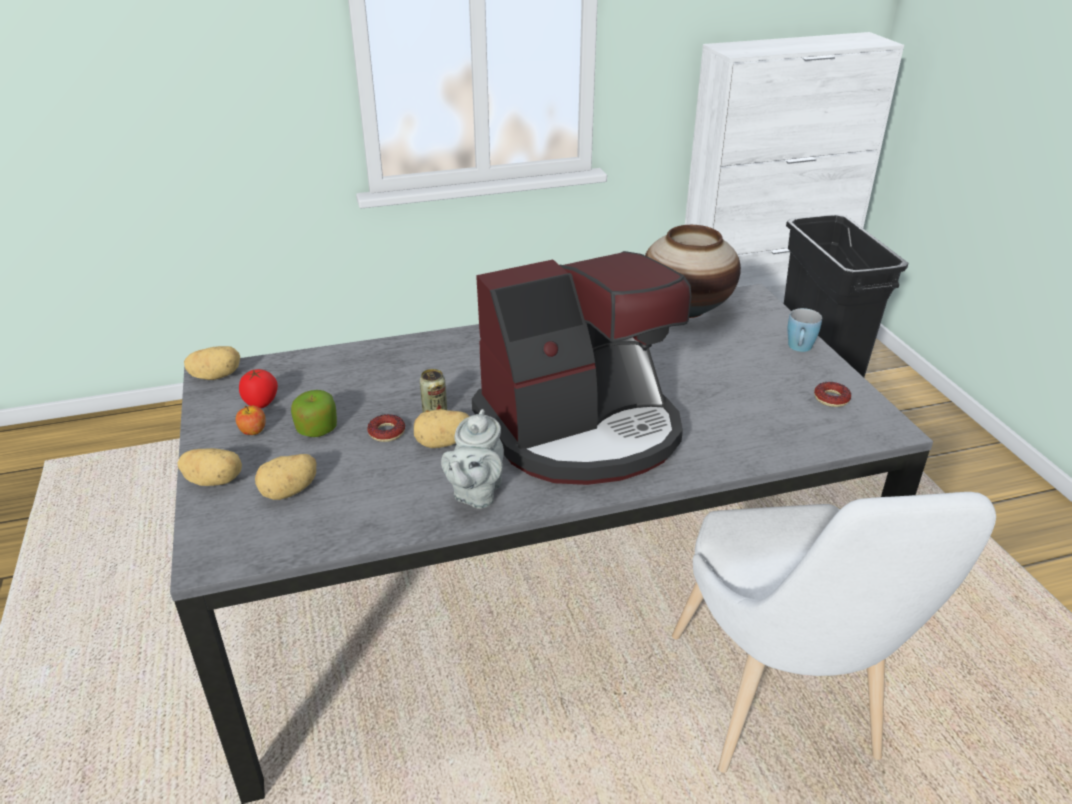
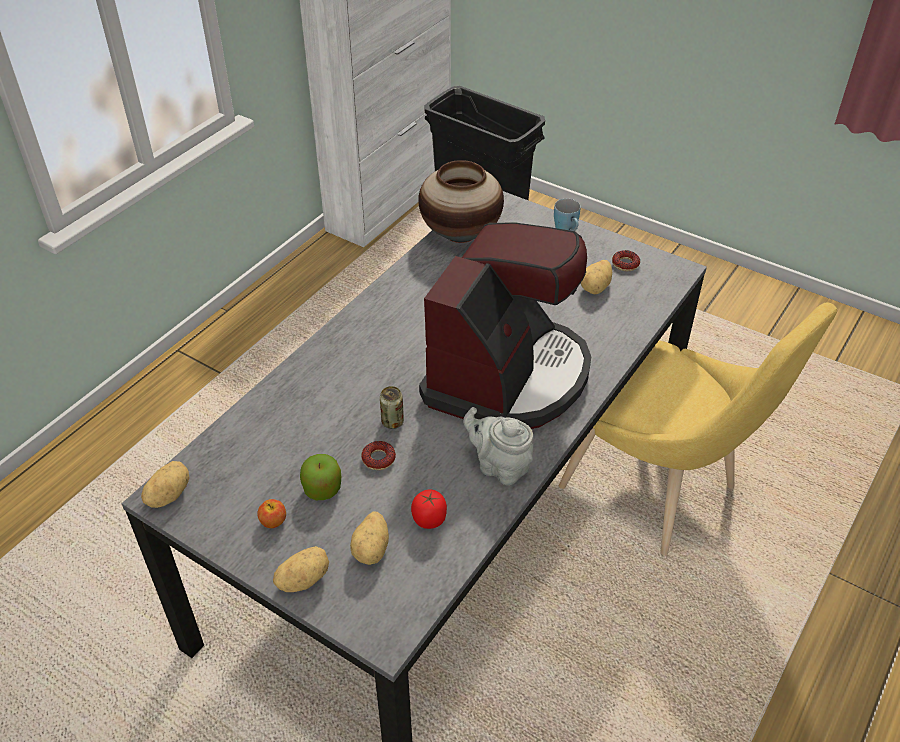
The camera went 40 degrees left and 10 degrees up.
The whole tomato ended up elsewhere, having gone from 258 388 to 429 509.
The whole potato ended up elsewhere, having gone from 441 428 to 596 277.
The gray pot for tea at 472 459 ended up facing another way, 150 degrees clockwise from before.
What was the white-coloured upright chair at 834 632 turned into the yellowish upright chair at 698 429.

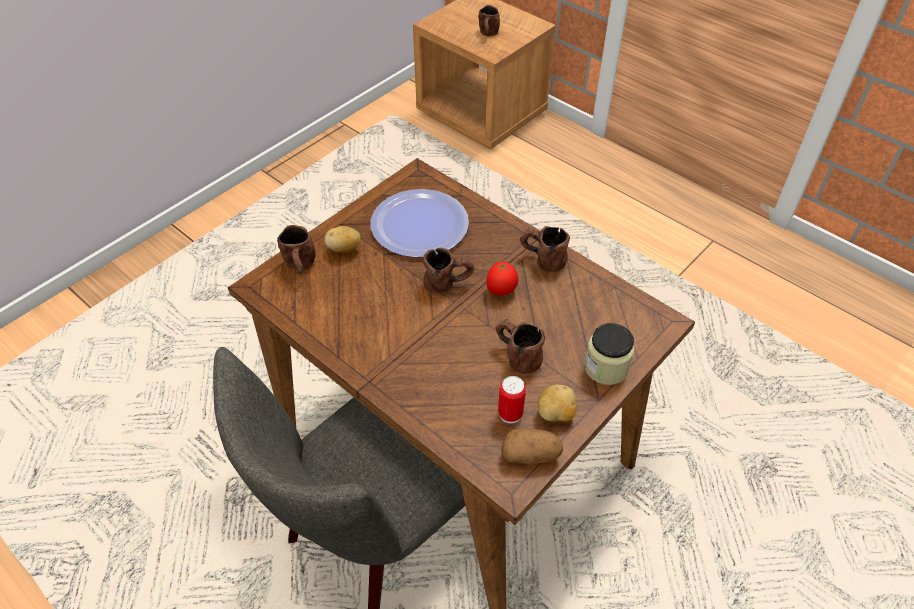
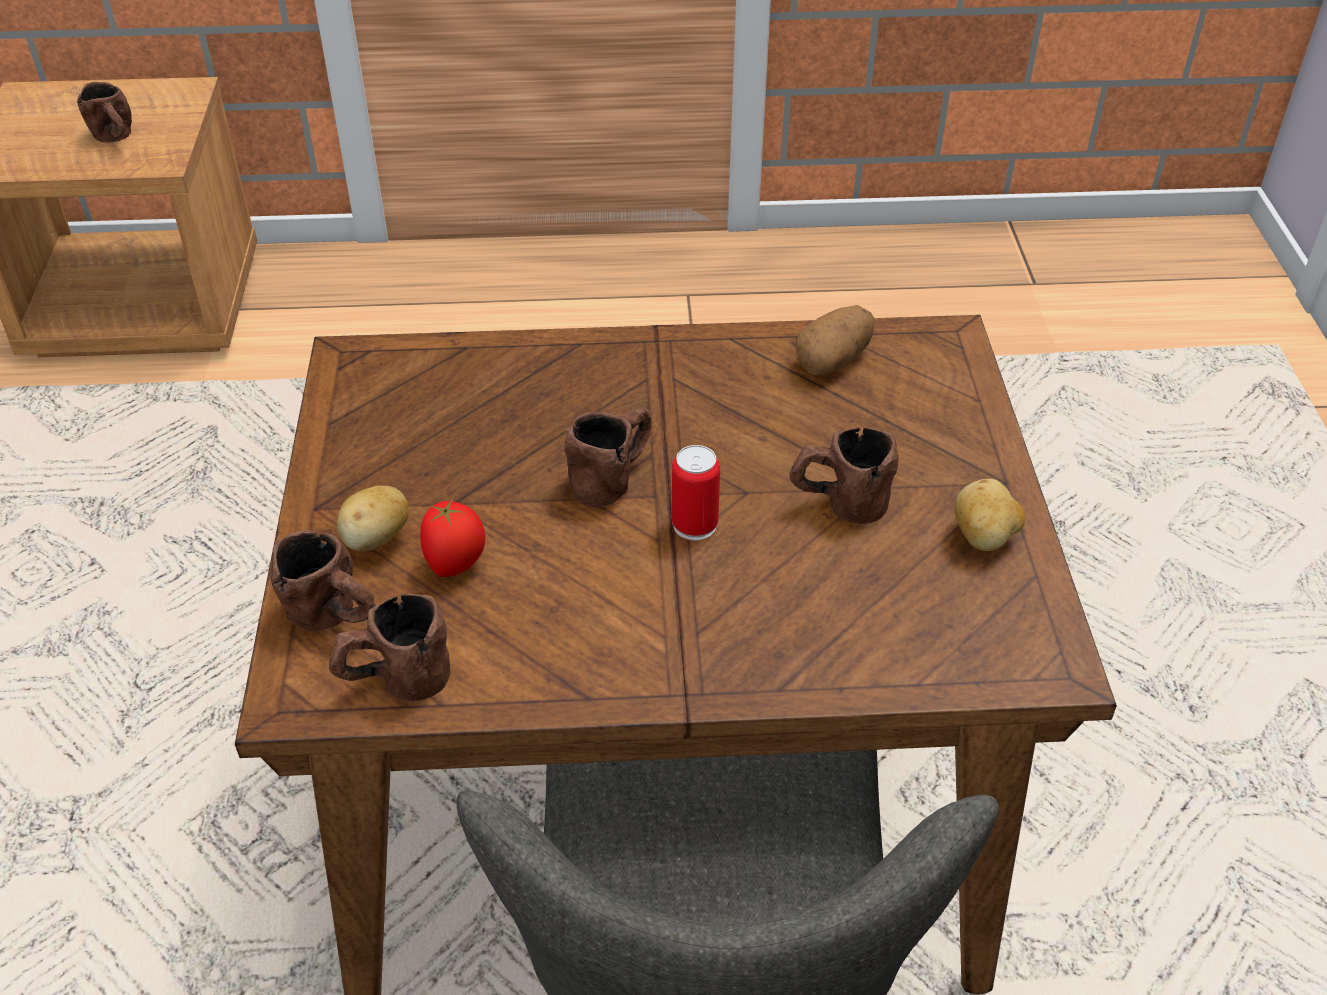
The camera went 45 degrees left and 5 degrees down.
The second view lost the flat dish at 419 223.
The whole tomato ended up elsewhere, having gone from 502 278 to 452 538.
The can ended up elsewhere, having gone from 512 399 to 696 493.
The whole potato ended up elsewhere, having gone from 532 446 to 834 340.
The brownish coffee mug ended up elsewhere, having gone from 545 249 to 389 647.
The second view lost the jar at 609 354.

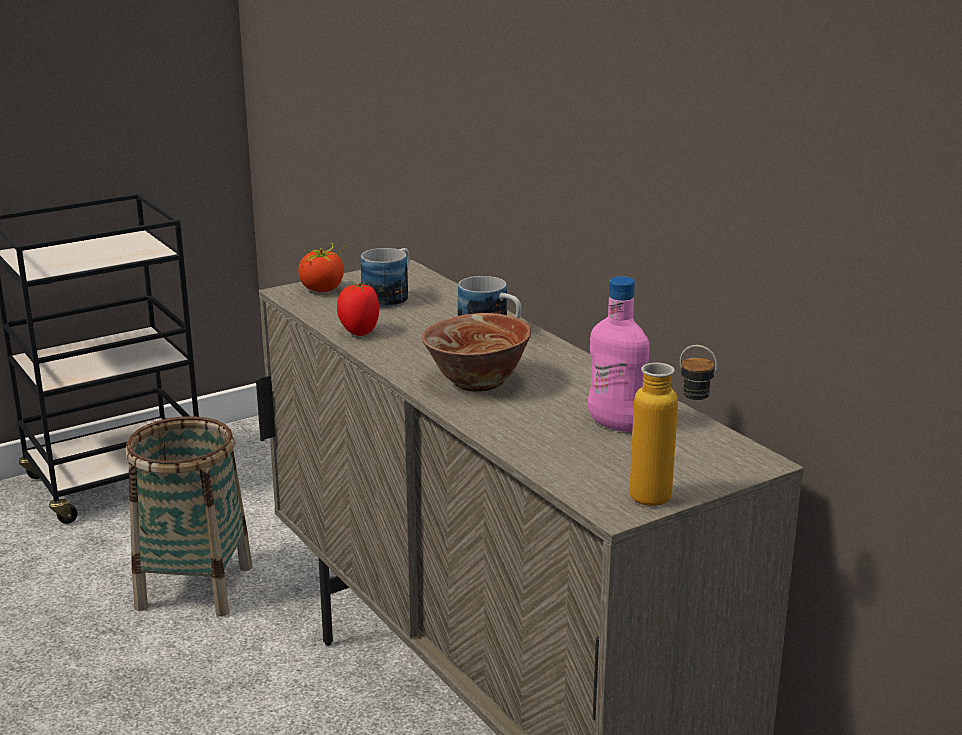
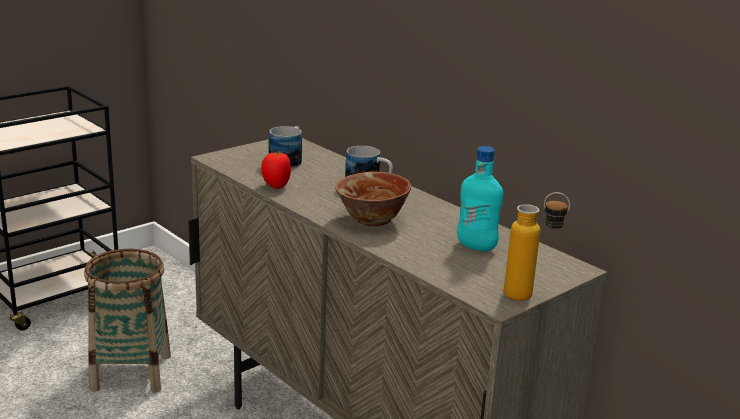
The camera went 10 degrees left and 0 degrees up.
The second view lost the whole tomato at 321 267.
What was the pink-coloured drink bottle at 618 354 turned into the turquoise-coloured drink bottle at 480 198.

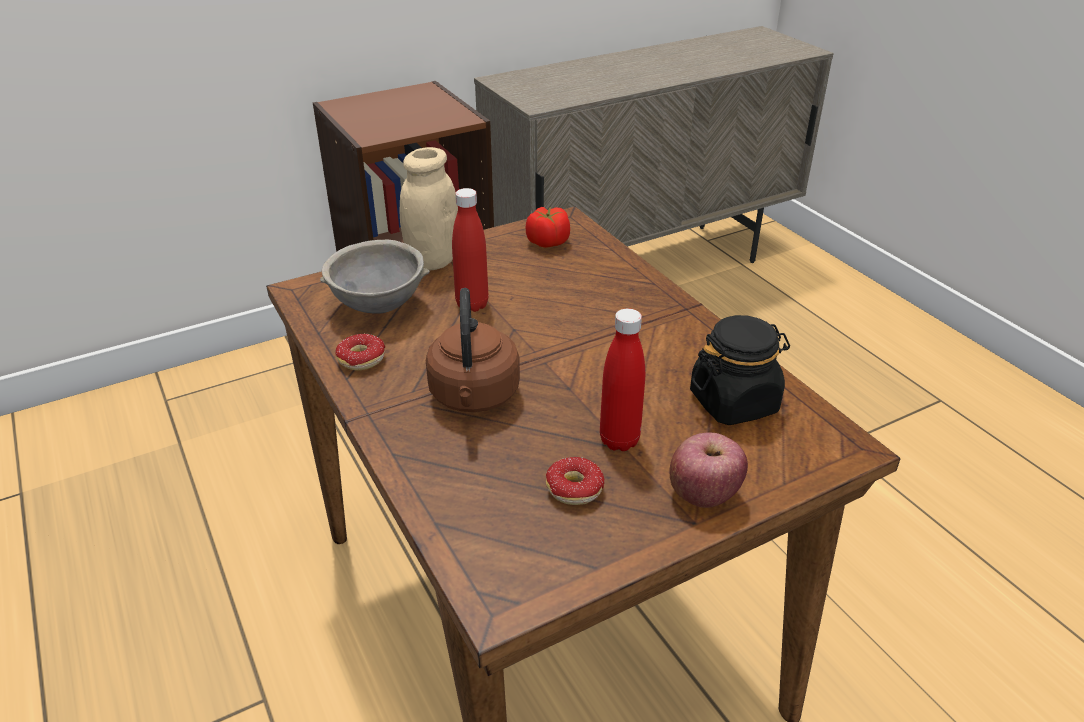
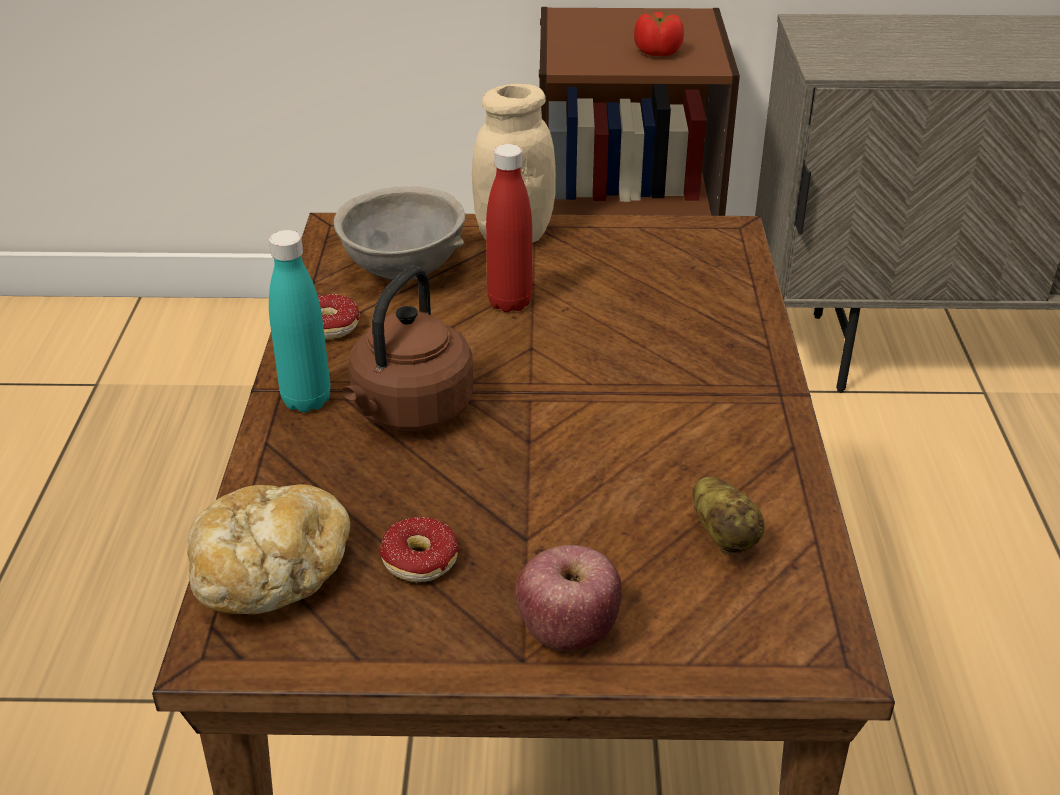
The camera went 30 degrees right and 0 degrees up.
The whole tomato ended up elsewhere, having gone from 548 227 to 659 34.
The second view lost the red-coloured drink bottle at 622 379.
Where the black-coloured jar stood at 740 370, the whole potato came to stand at 729 515.
The second view gained the baked bread at 268 549.
The second view gained the turquoise-coloured drink bottle at 300 321.

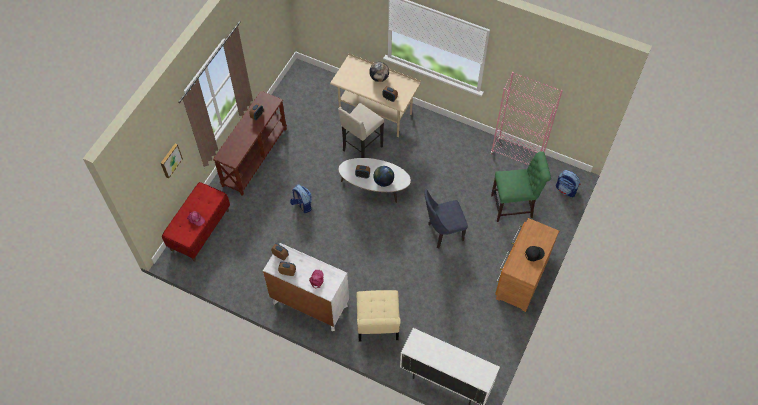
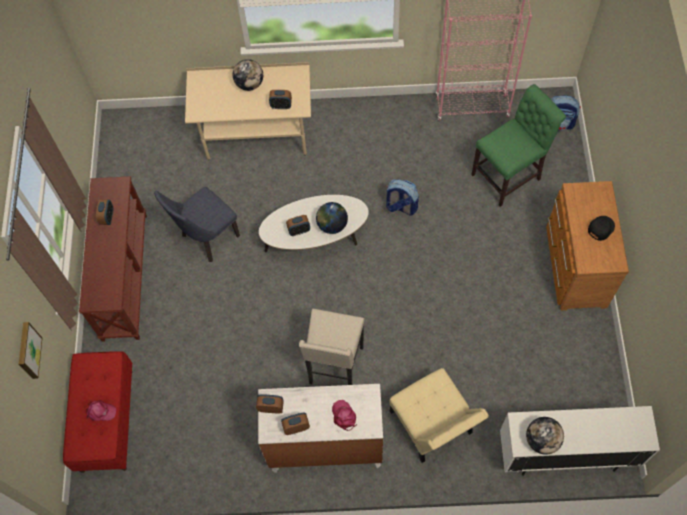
The camera went 25 degrees left and 5 degrees up.
The rucksack ended up elsewhere, having gone from 301 199 to 402 197.
The beige sitting stool ended up elsewhere, having gone from 361 130 to 331 347.
The blue upright chair ended up elsewhere, having gone from 446 219 to 197 224.
The second view gained the desk globe at 545 436.

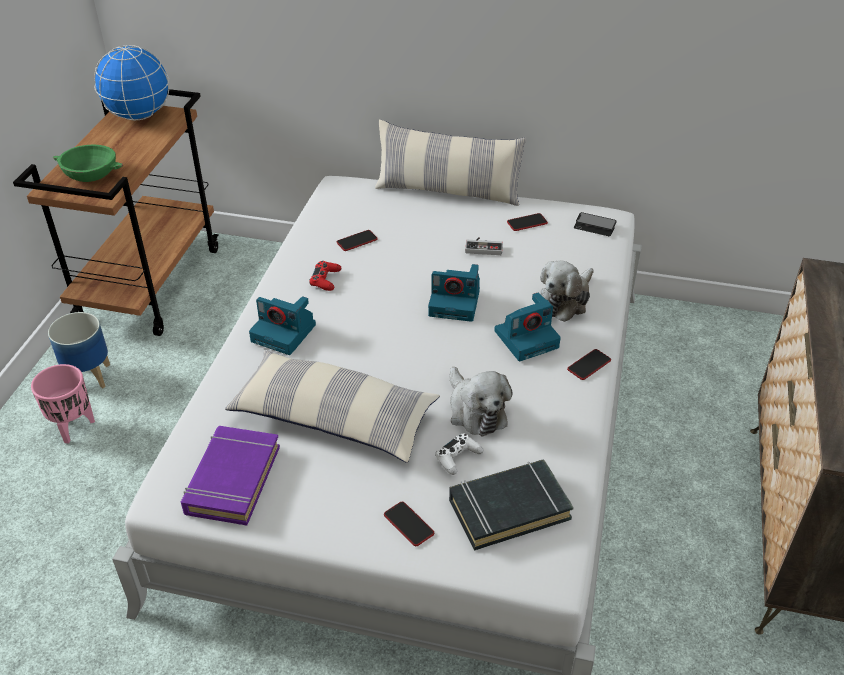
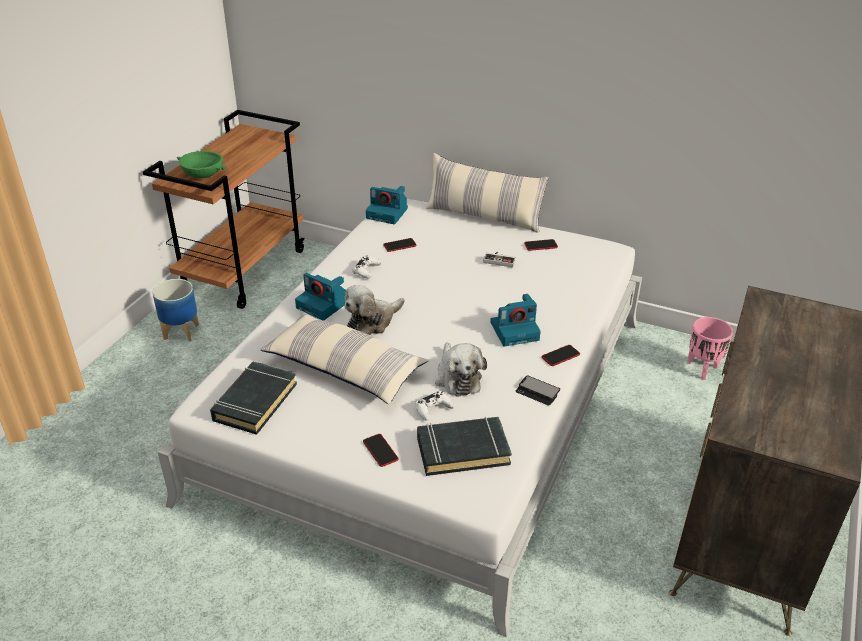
The camera went 10 degrees right and 5 degrees down.
The pink-coloured planter ended up elsewhere, having gone from 63 403 to 710 348.
The second view lost the desk globe at 131 82.
What was the purple-coloured volume at 230 476 turned into the black-coloured volume at 253 398.
What was the red-coloured game controller at 325 276 turned into the white-coloured game controller at 367 267.
The still camera ended up elsewhere, having gone from 454 293 to 387 205.
The cuddly toy ended up elsewhere, having gone from 567 291 to 374 310.
The telephone ended up elsewhere, having gone from 595 224 to 538 390.

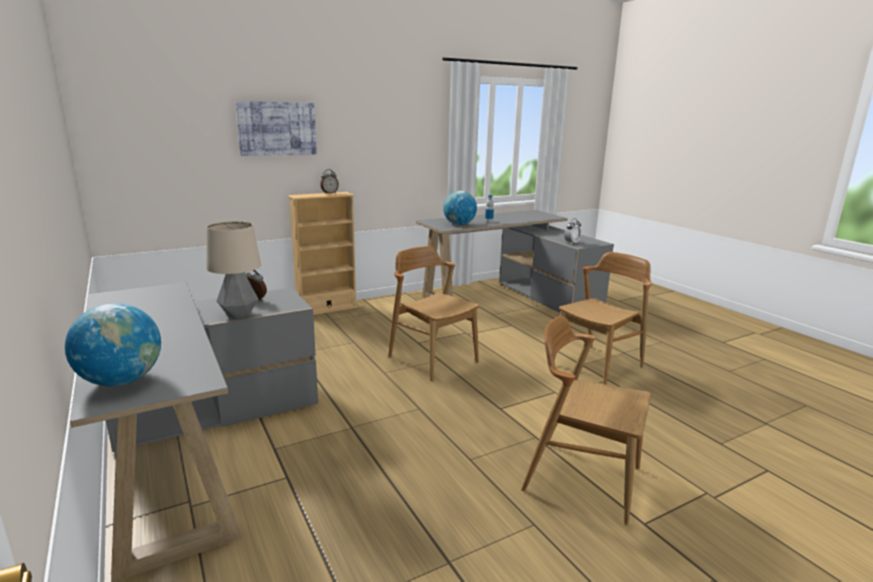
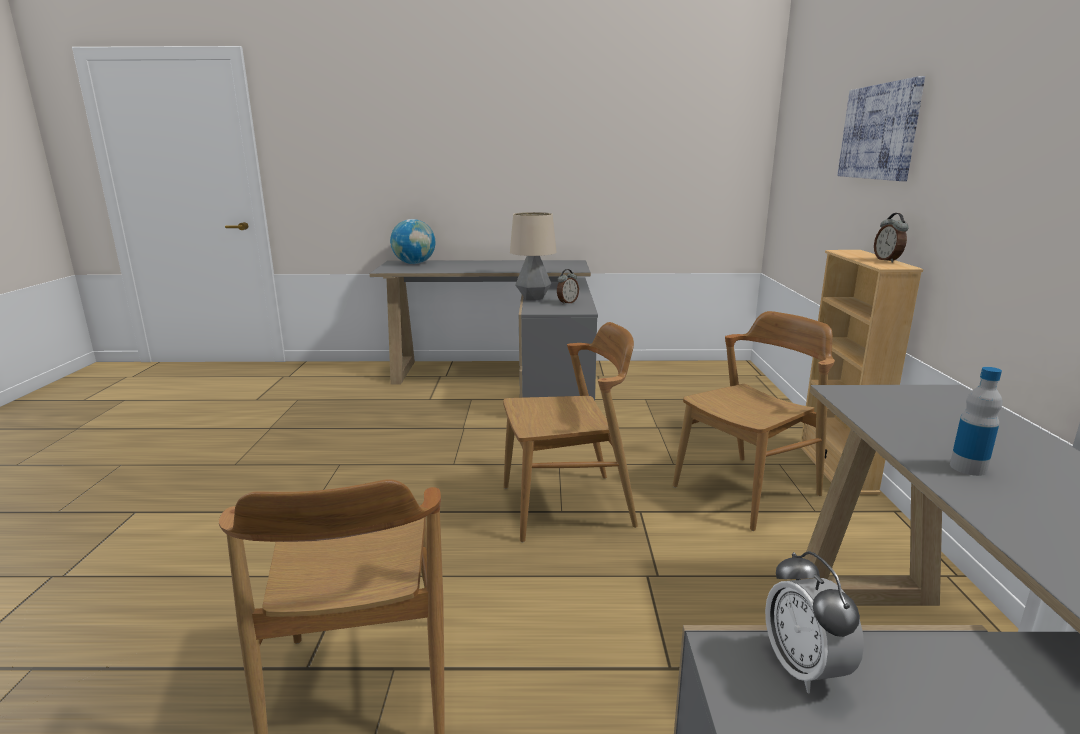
The camera went 120 degrees right and 0 degrees up.
The second view lost the desk globe at 460 208.
The brownish upright chair ended up elsewhere, having gone from 586 420 to 754 421.

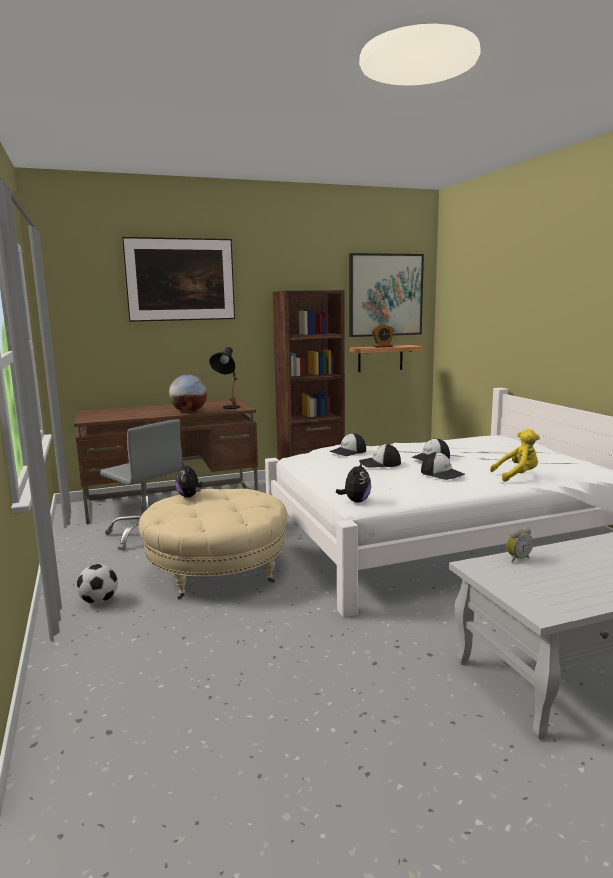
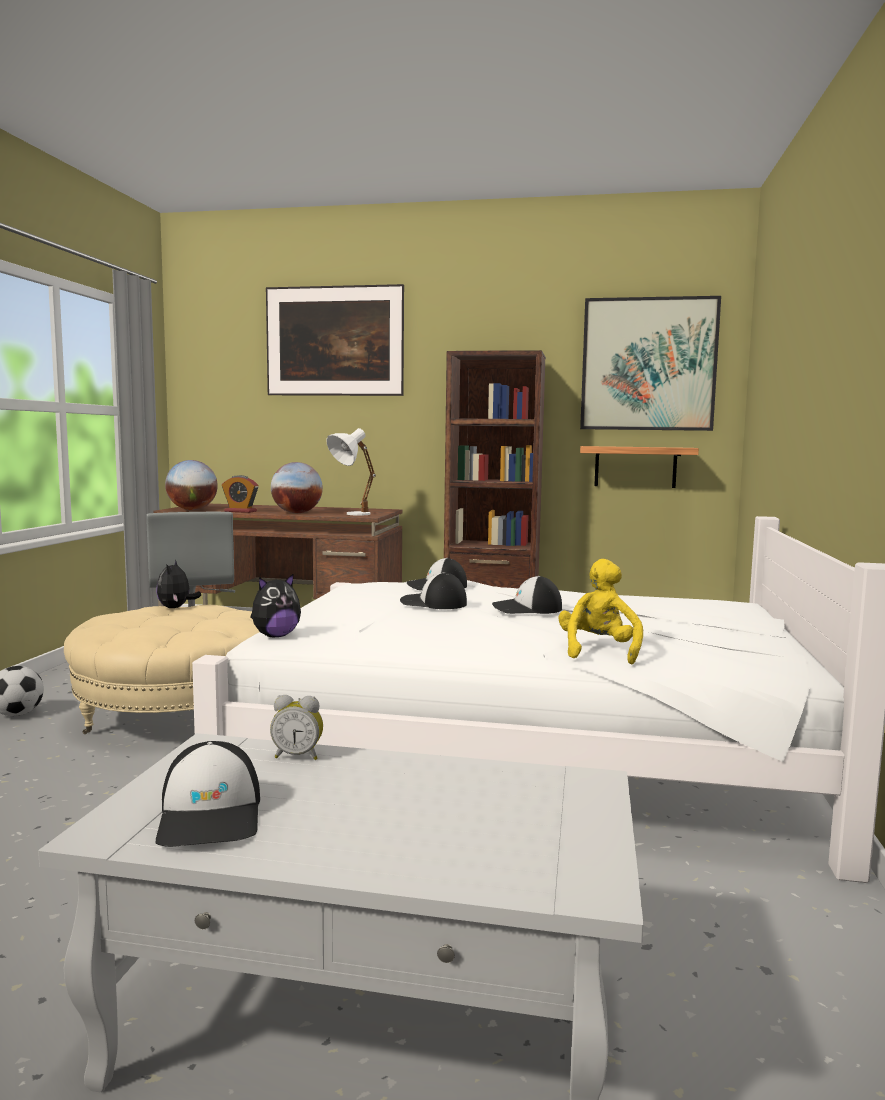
The camera went 30 degrees right and 5 degrees down.
What was the black-coloured lamp for a table at 224 378 turned into the white-coloured lamp for a table at 351 471.
The bedside clock ended up elsewhere, having gone from 383 335 to 240 494.
The baseball cap ended up elsewhere, having gone from 443 466 to 208 794.
The yellowish cuddly toy at 515 455 ended up facing another way, 105 degrees counterclockwise from before.
The second view gained the desk globe at 191 485.

